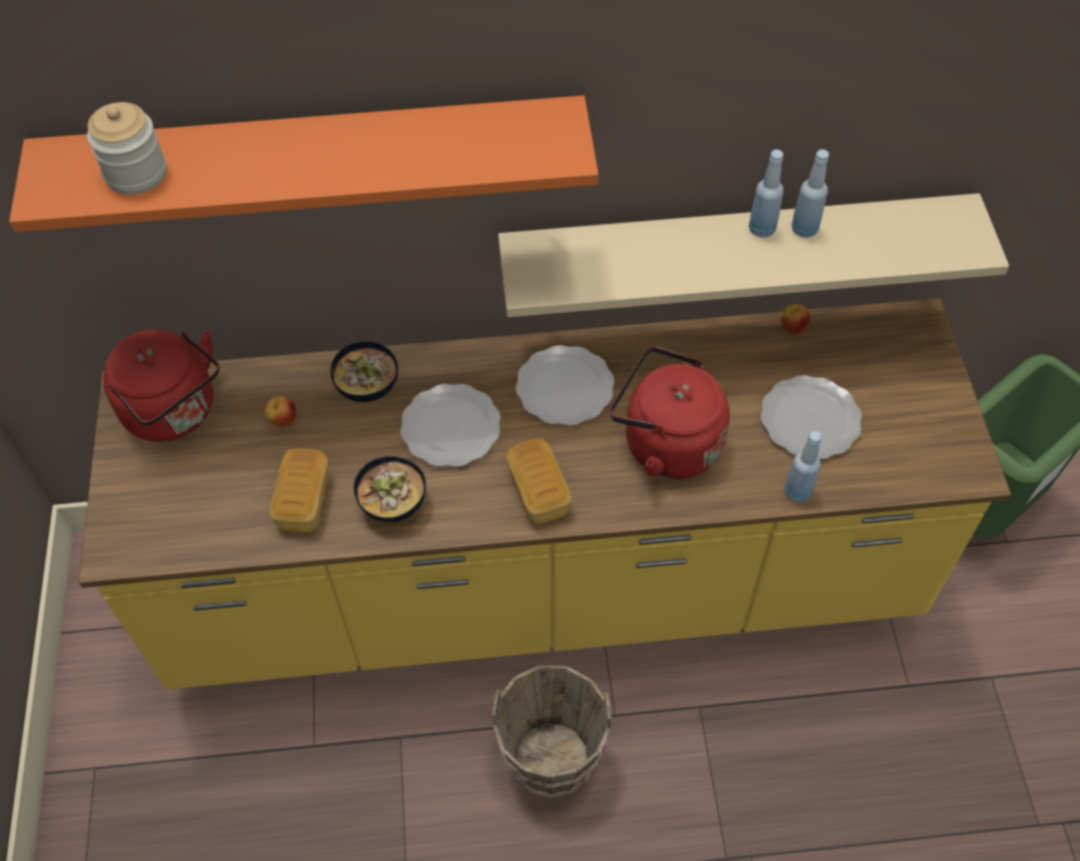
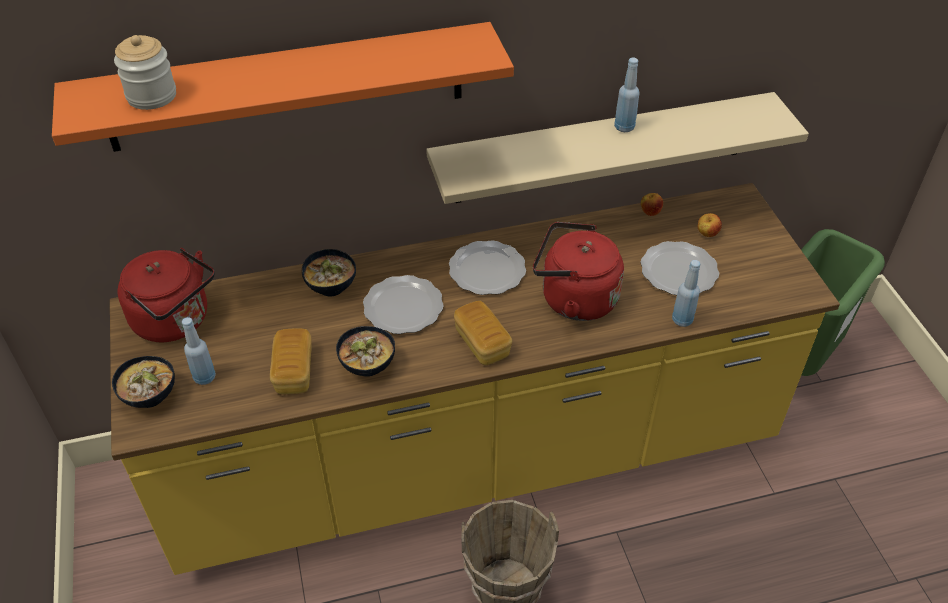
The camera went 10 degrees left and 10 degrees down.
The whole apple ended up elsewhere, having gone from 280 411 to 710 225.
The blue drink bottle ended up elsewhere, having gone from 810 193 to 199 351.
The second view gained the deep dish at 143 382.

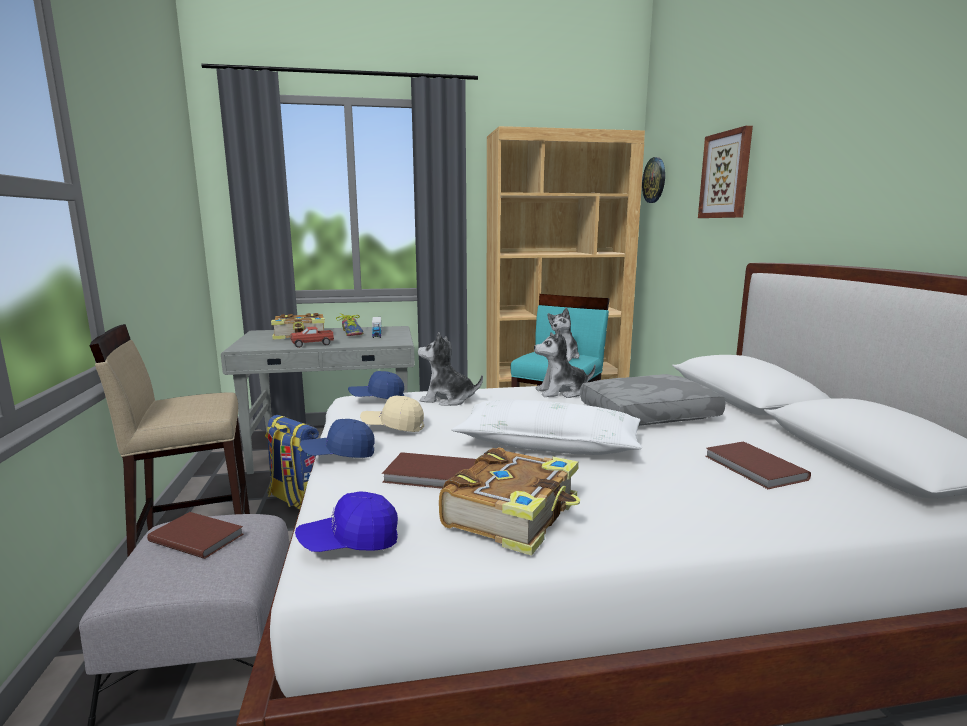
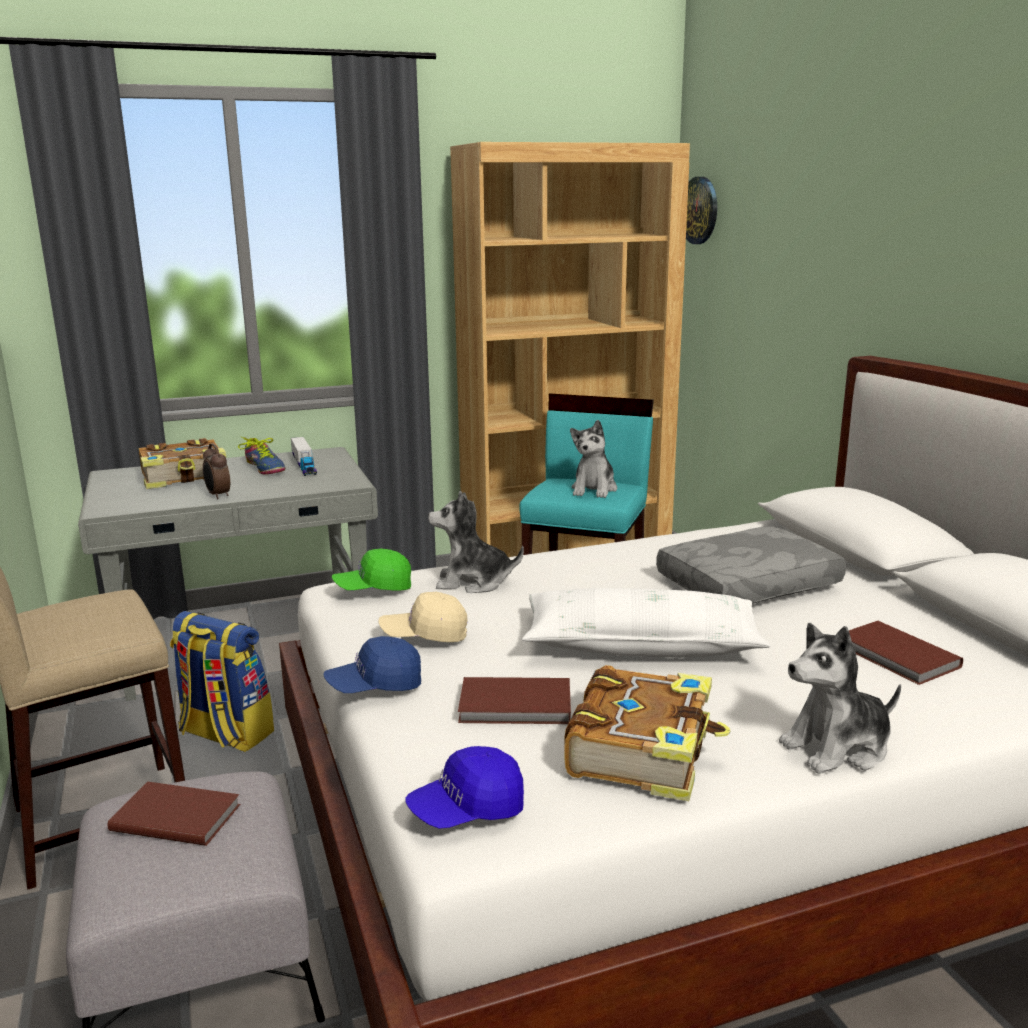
The camera went 10 degrees left and 5 degrees up.
Where the toy truck stood at 312 337, the bedside clock came to stand at 216 471.
What was the blue baseball cap at 376 385 turned into the green baseball cap at 371 569.
The cuddly toy ended up elsewhere, having gone from 565 363 to 840 698.
The second view lost the wall art at 725 172.

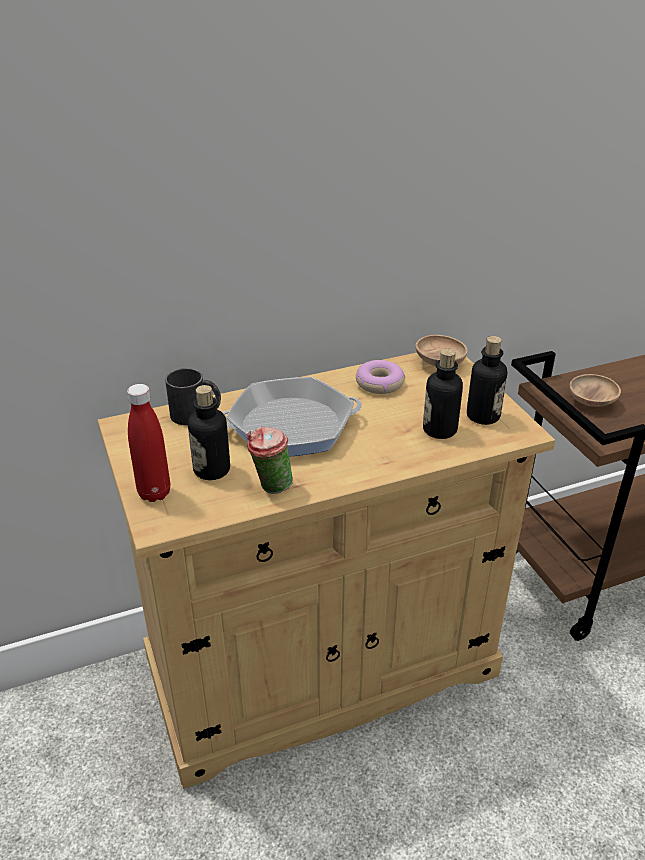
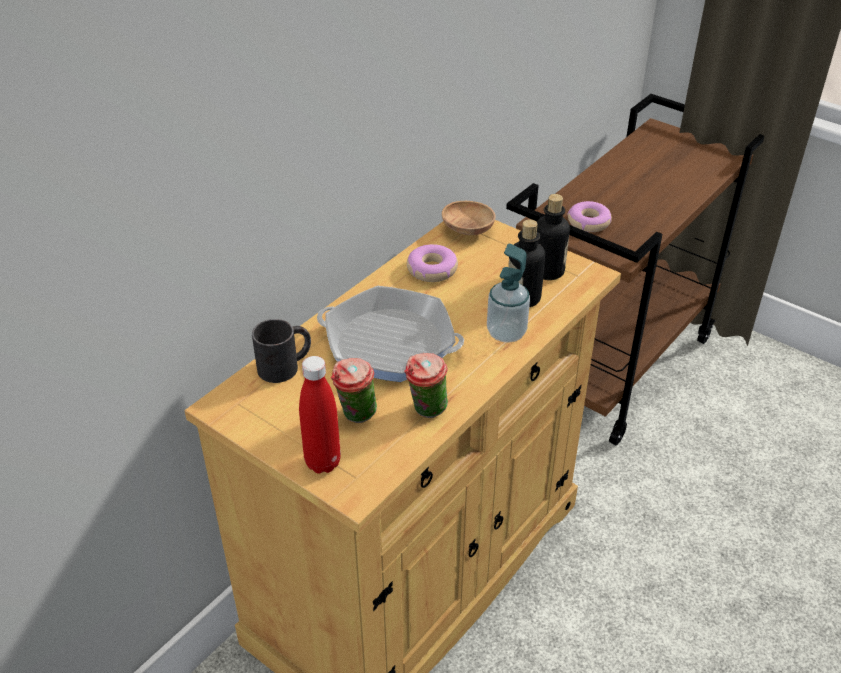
The camera went 30 degrees left and 5 degrees up.
Where the drink bottle stood at 209 432, the small cup came to stand at 354 390.
The skillet at 292 417 ended up facing another way, 120 degrees counterclockwise from before.
Where the brownish deep dish stood at 595 390, the donut came to stand at 589 216.
The second view gained the soap dispenser at 508 293.

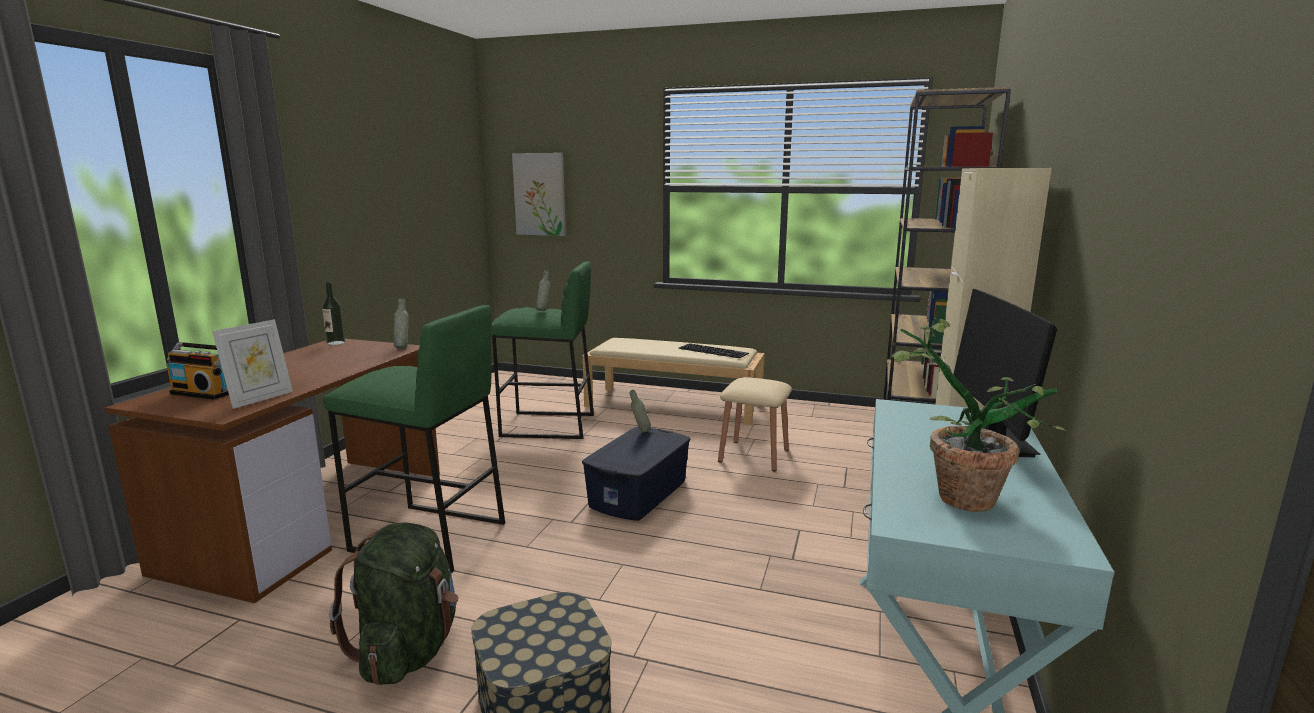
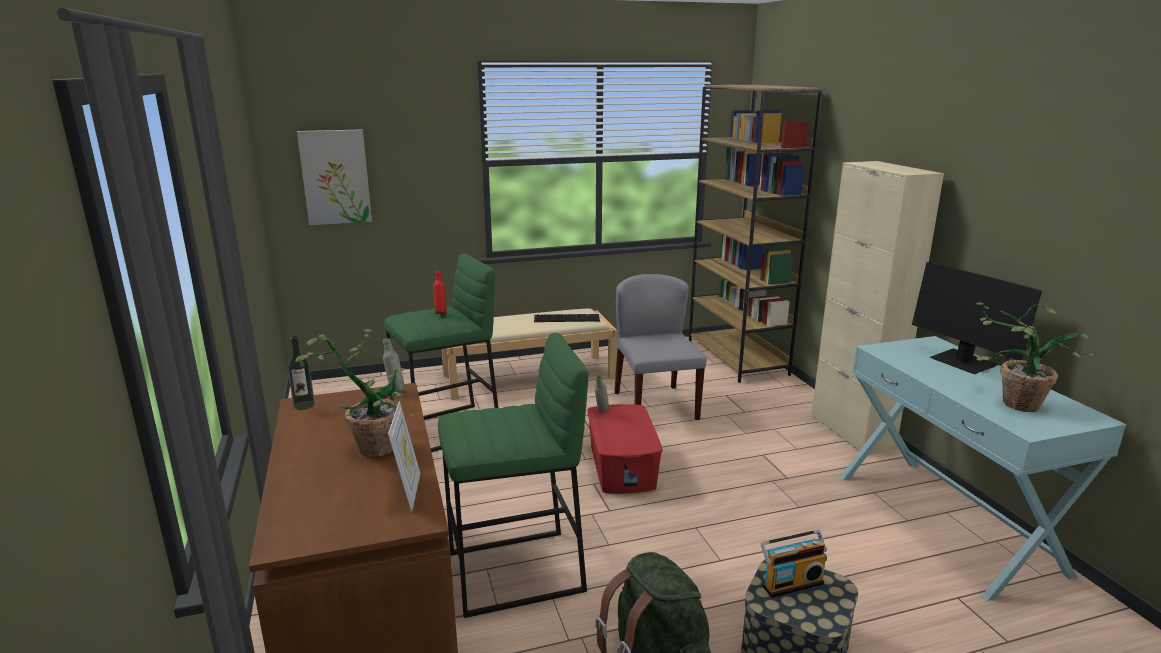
The camera went 35 degrees left and 5 degrees up.
The radio receiver ended up elsewhere, having gone from 197 371 to 793 564.
What was the gray drink bottle at 543 290 turned into the red-coloured drink bottle at 440 292.
What was the blue storage bin at 636 474 turned into the red-coloured storage bin at 625 449.
Where the beige sitting stool stood at 755 424, the gray upright chair came to stand at 661 347.
The second view gained the houseplant at 355 393.

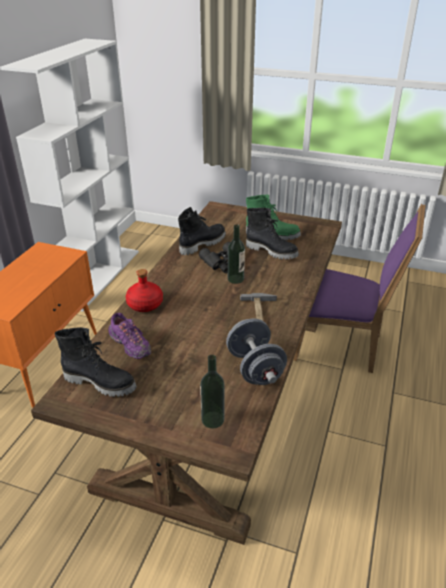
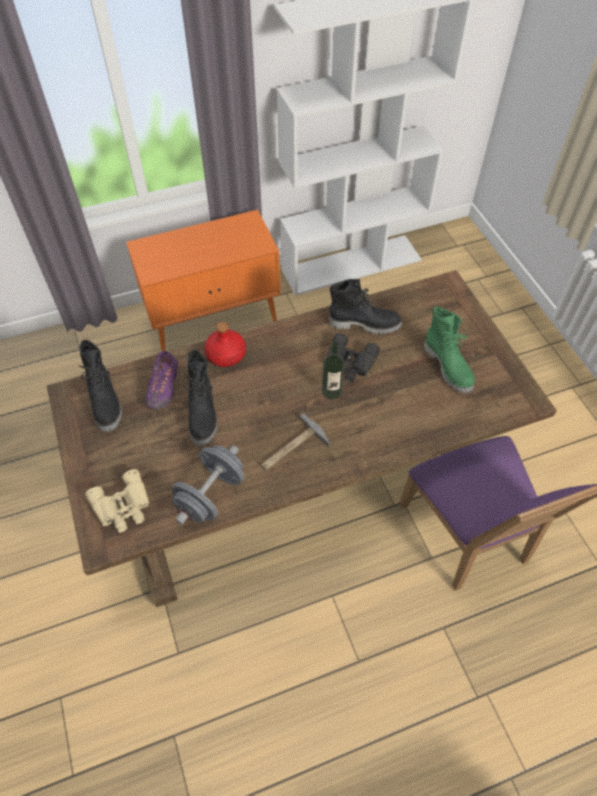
The camera went 50 degrees right and 20 degrees up.
Where the drink bottle stood at 212 391, the beige binoculars came to stand at 117 501.
The black-coloured high-top boot ended up elsewhere, having gone from 272 234 to 201 398.

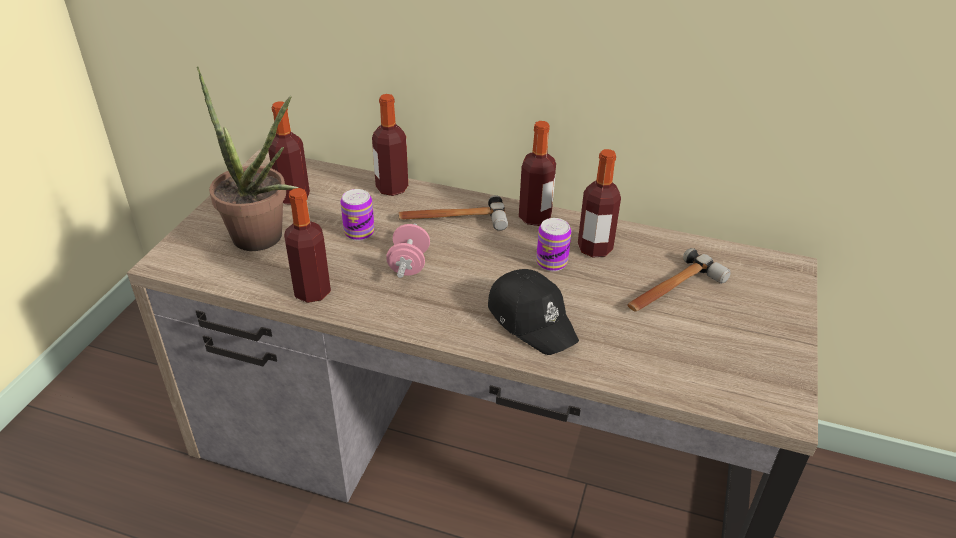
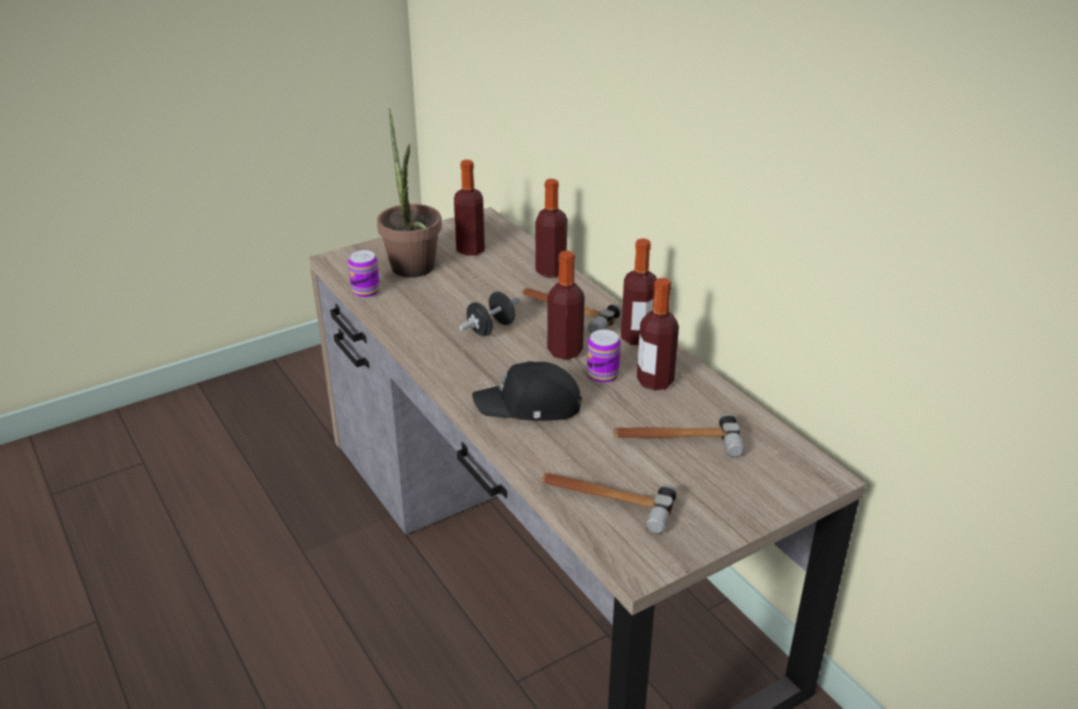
The camera went 40 degrees right and 5 degrees down.
The drink bottle ended up elsewhere, having gone from 307 245 to 566 305.
The can ended up elsewhere, having gone from 357 215 to 364 274.
What was the pink-coloured free weight at 408 250 turned into the black-coloured free weight at 489 314.
The black-coloured baseball cap at 533 312 ended up facing another way, 90 degrees clockwise from before.
The second view gained the tool hammer at 609 503.

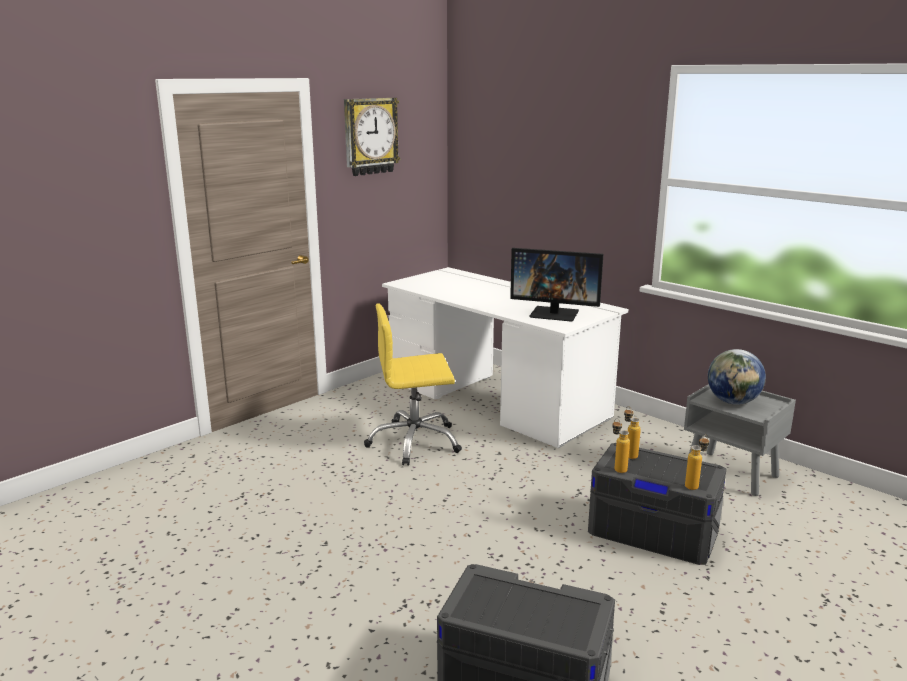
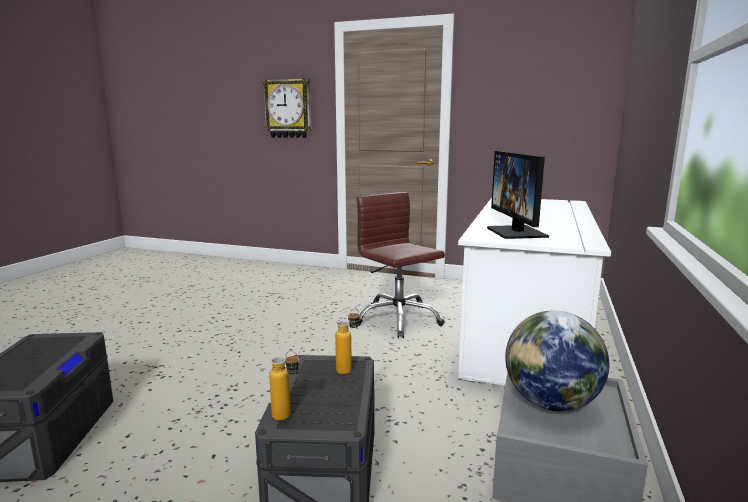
The camera went 65 degrees right and 5 degrees down.
The hanging clock ended up elsewhere, having gone from 372 137 to 286 108.
What was the yellowish desk chair at 413 385 turned into the brownish desk chair at 401 265.
The second view lost the drink bottle at 621 445.

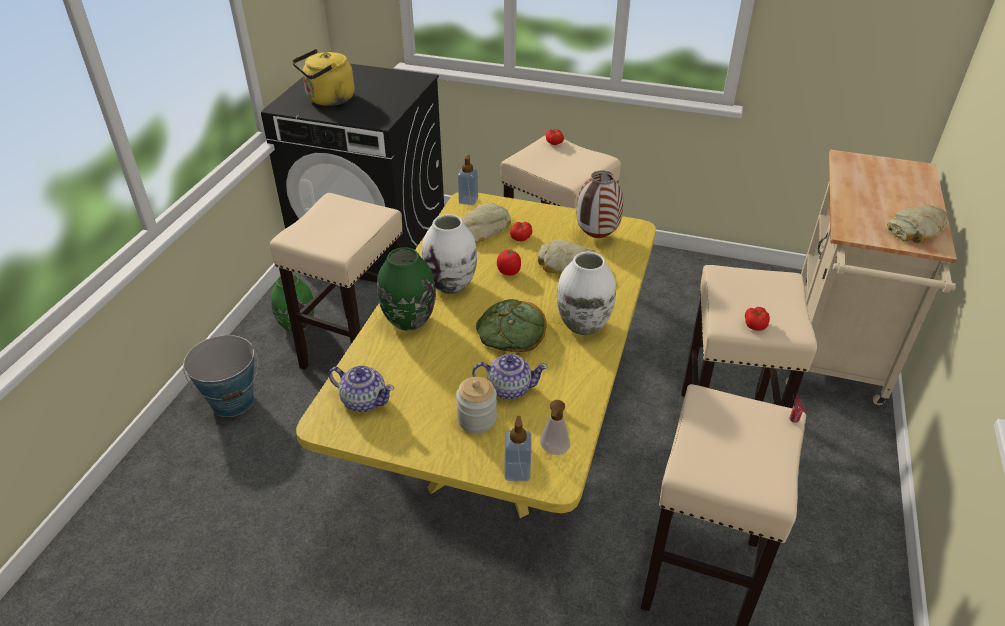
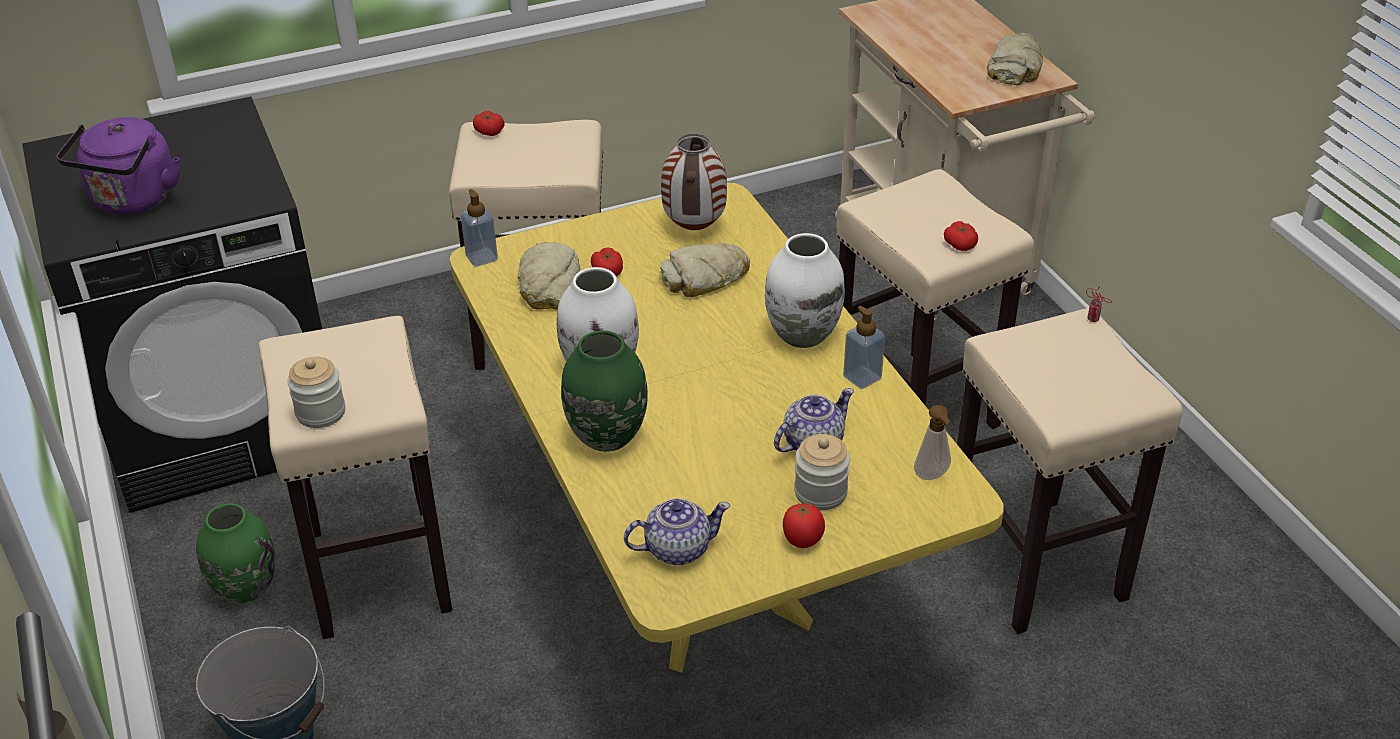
The camera went 40 degrees left and 0 degrees up.
What was the yellowish water kettle at 323 77 turned into the purple-coloured water kettle at 118 165.
The second view lost the baked bread at 511 325.
The whole tomato ended up elsewhere, having gone from 509 262 to 804 525.
The soap dispenser ended up elsewhere, having gone from 518 448 to 864 347.
The second view gained the jar at 316 392.

